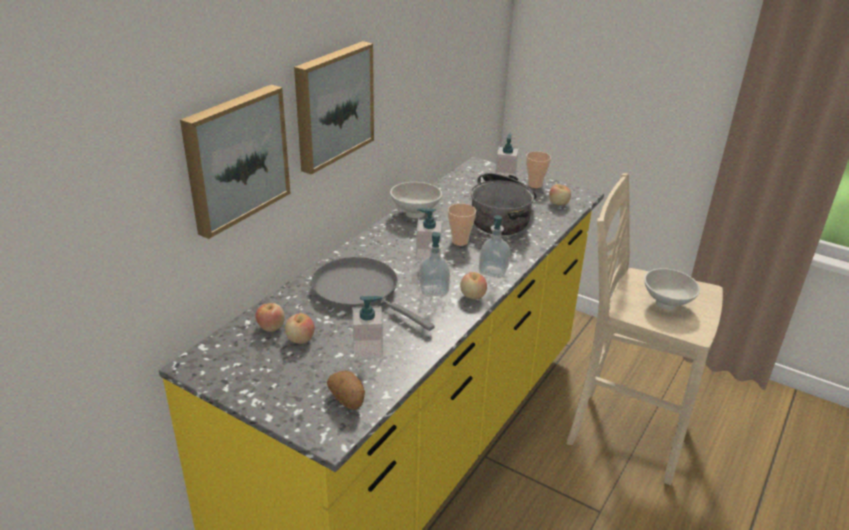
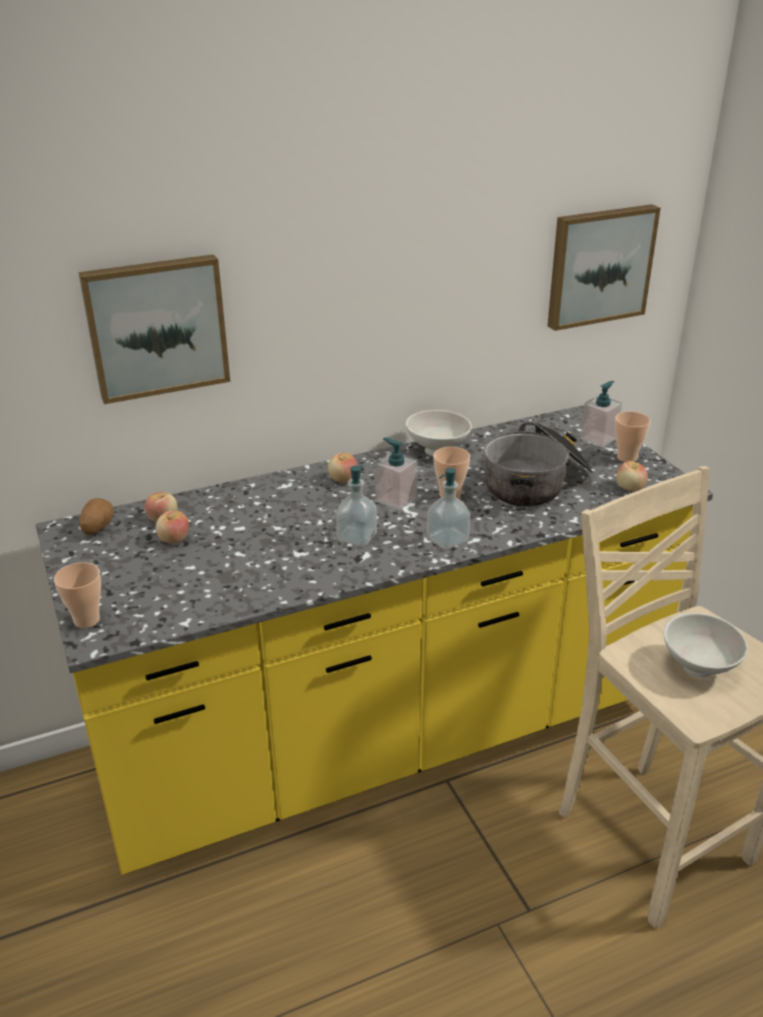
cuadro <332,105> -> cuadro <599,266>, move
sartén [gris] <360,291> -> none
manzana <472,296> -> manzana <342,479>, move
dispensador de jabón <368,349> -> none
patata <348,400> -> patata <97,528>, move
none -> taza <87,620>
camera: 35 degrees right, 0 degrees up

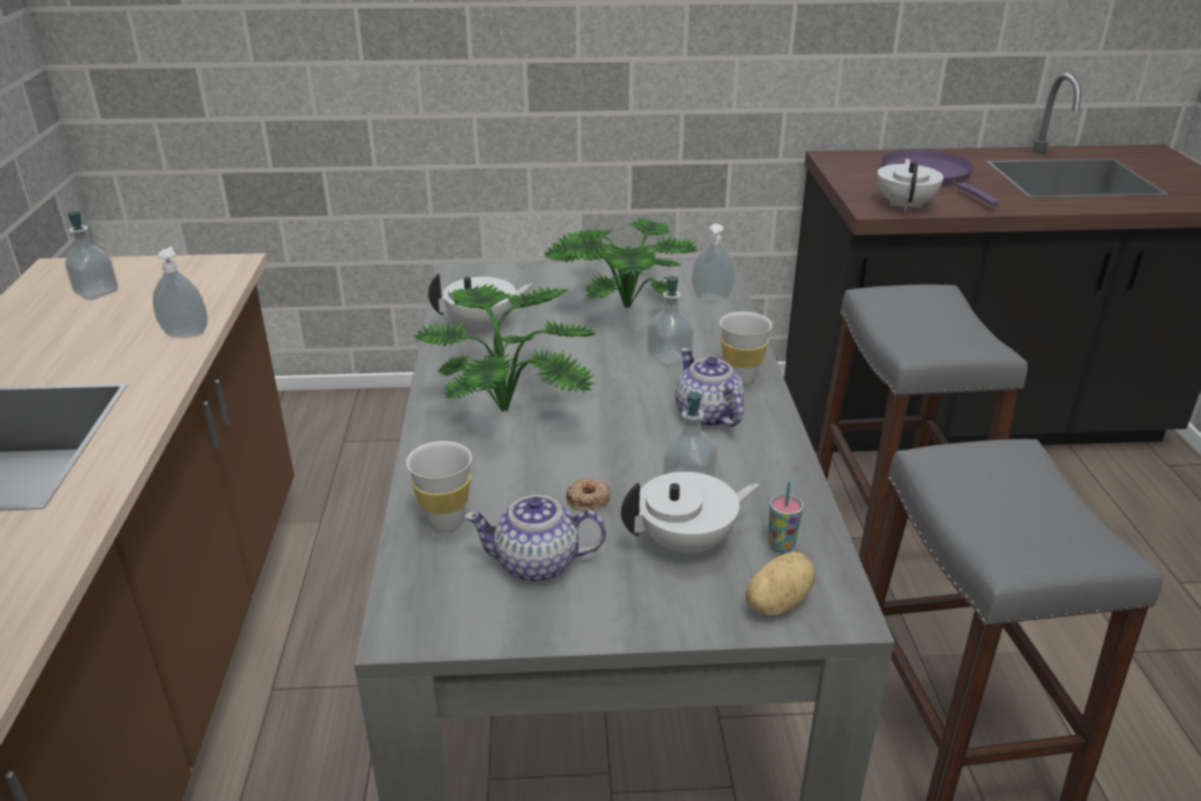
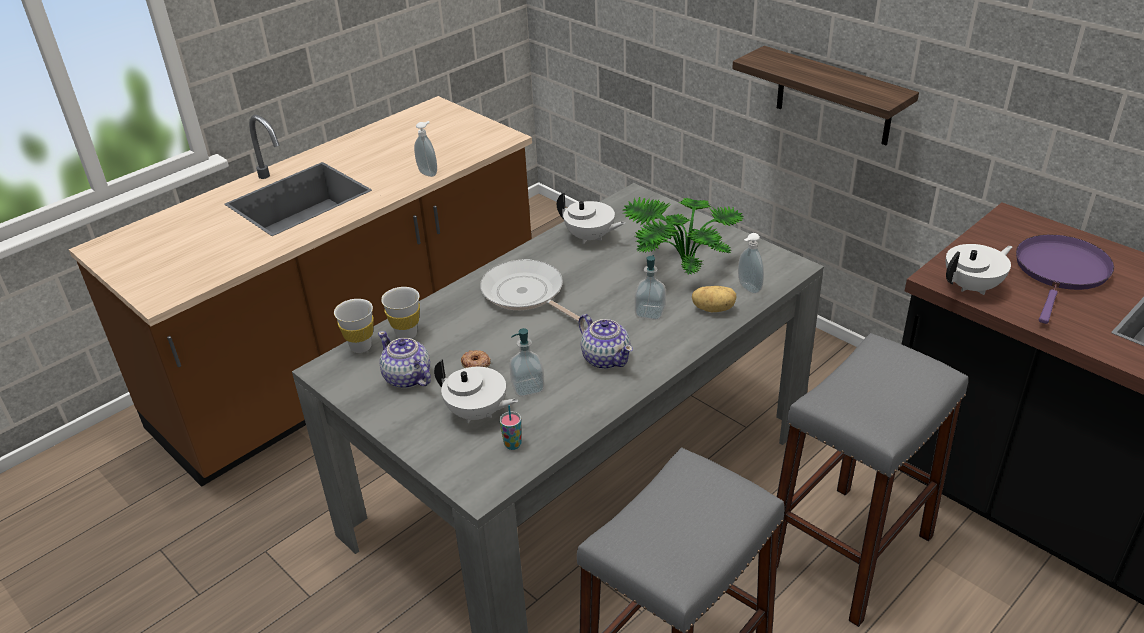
dispensador de jabón <97,292> -> none
planta en maceta <513,406> -> sartén <525,294>
taza [blanco] <741,378> -> taza [blanco] <361,347>, move
tetera <707,416> -> tetera <605,358>, 120 degrees clockwise
patata <775,602> -> patata <713,309>, move
none -> estante <834,96>
camera: 50 degrees right, 5 degrees up

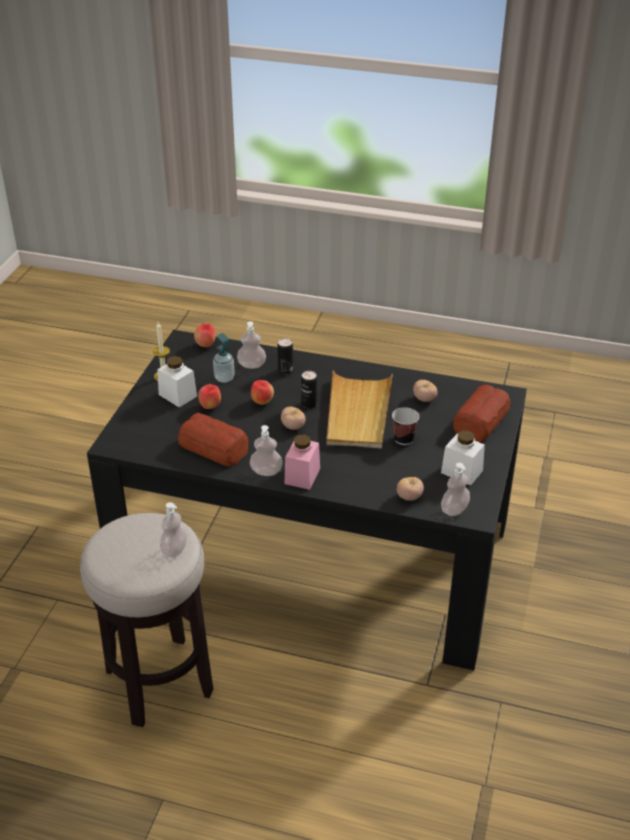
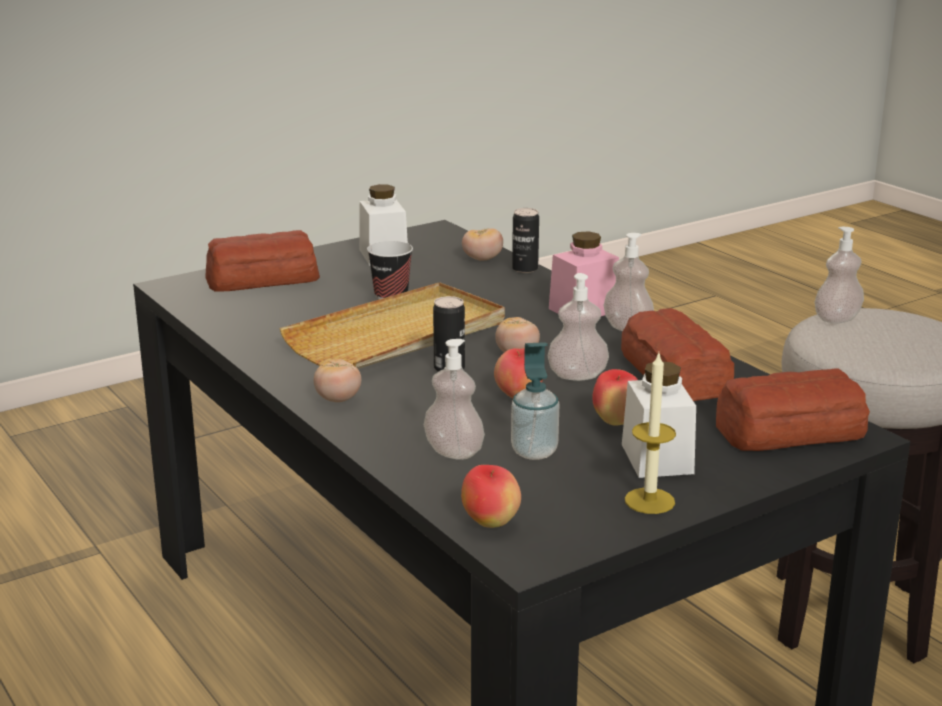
lata <285,371> -> lata <525,269>, move
tomate <424,399> -> tomate <338,399>, move
dispensador de jabón <454,510> -> dispensador de jabón <577,376>, move
none -> pan <787,430>
camera: 140 degrees left, 15 degrees down

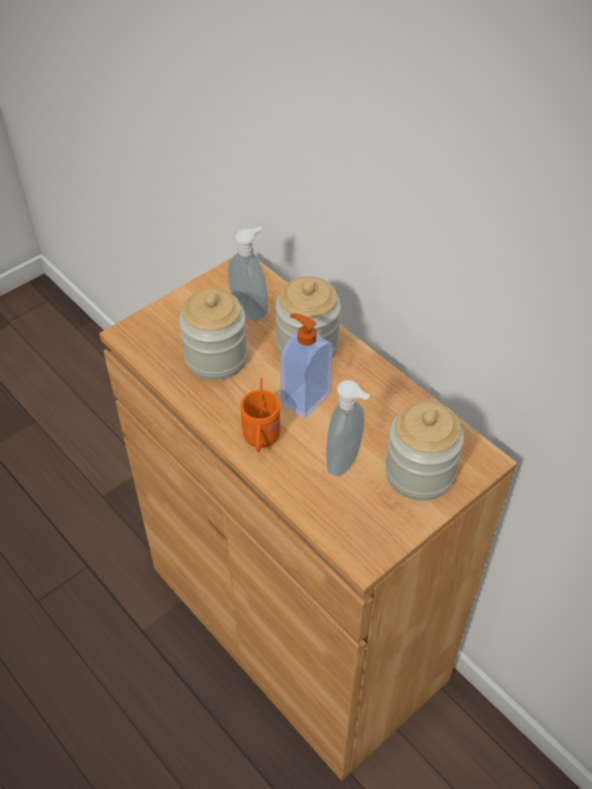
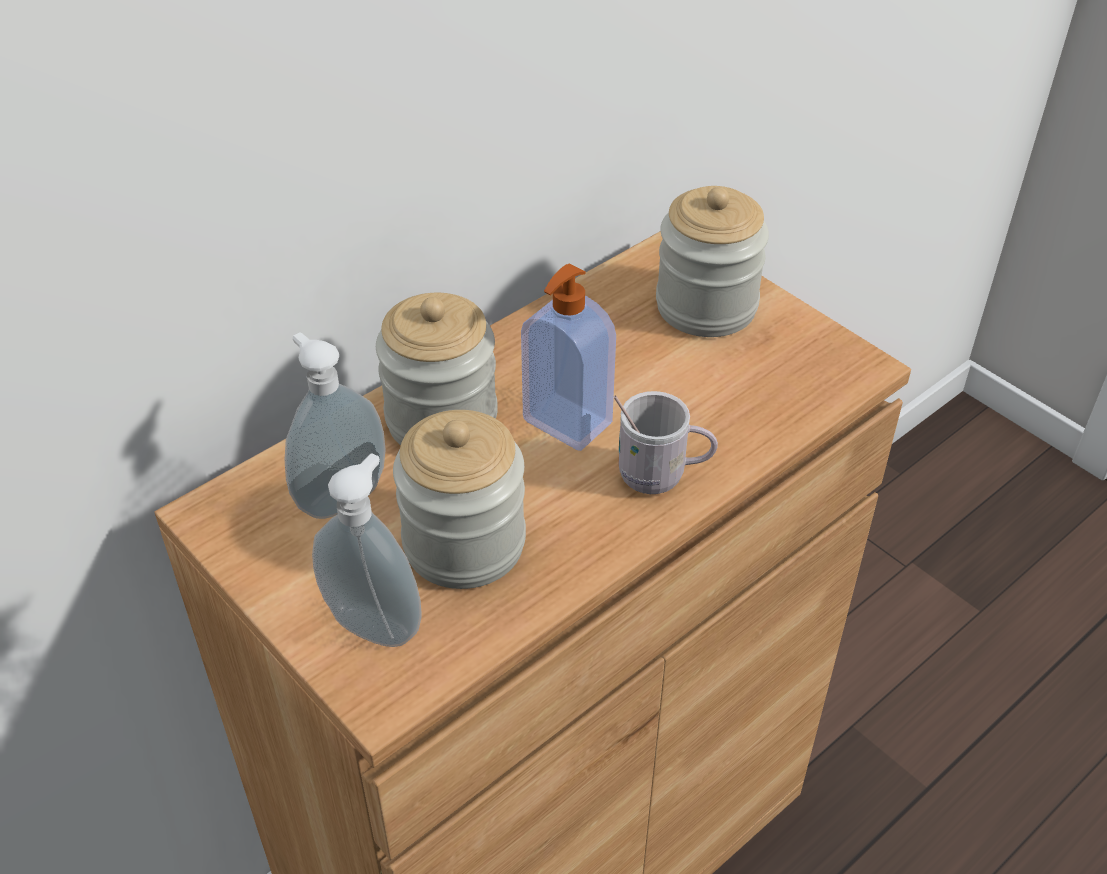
taza grande [naranja] <261,441> -> taza grande [blanco] <661,476>
dispensador de jabón <346,462> -> dispensador de jabón <376,622>, move
camera: 90 degrees left, 5 degrees down

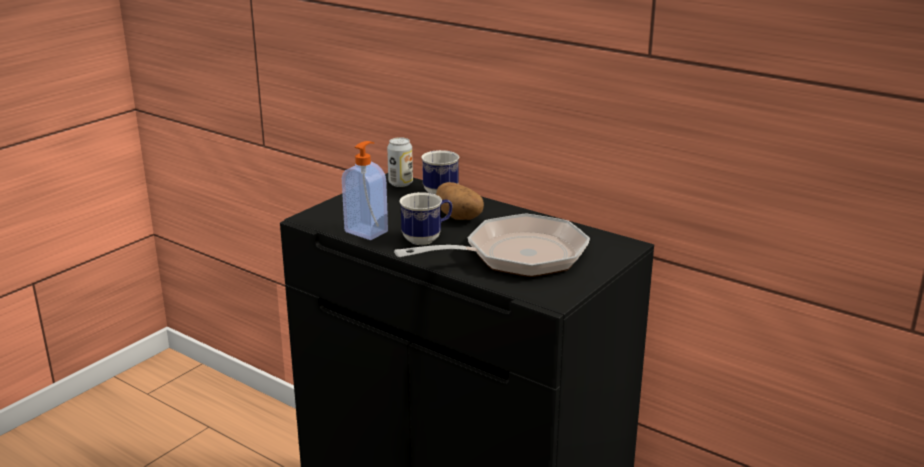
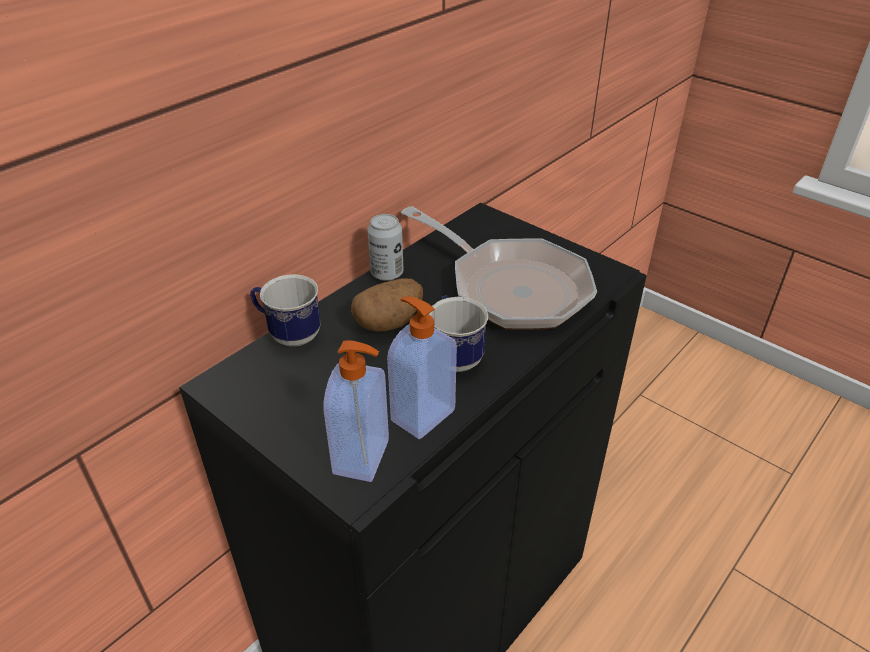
lata <400,183> -> lata <387,273>, move
sartén <516,257> -> sartén <510,287>, 150 degrees clockwise
none -> dispensador de jabón <363,457>
camera: 85 degrees left, 15 degrees up

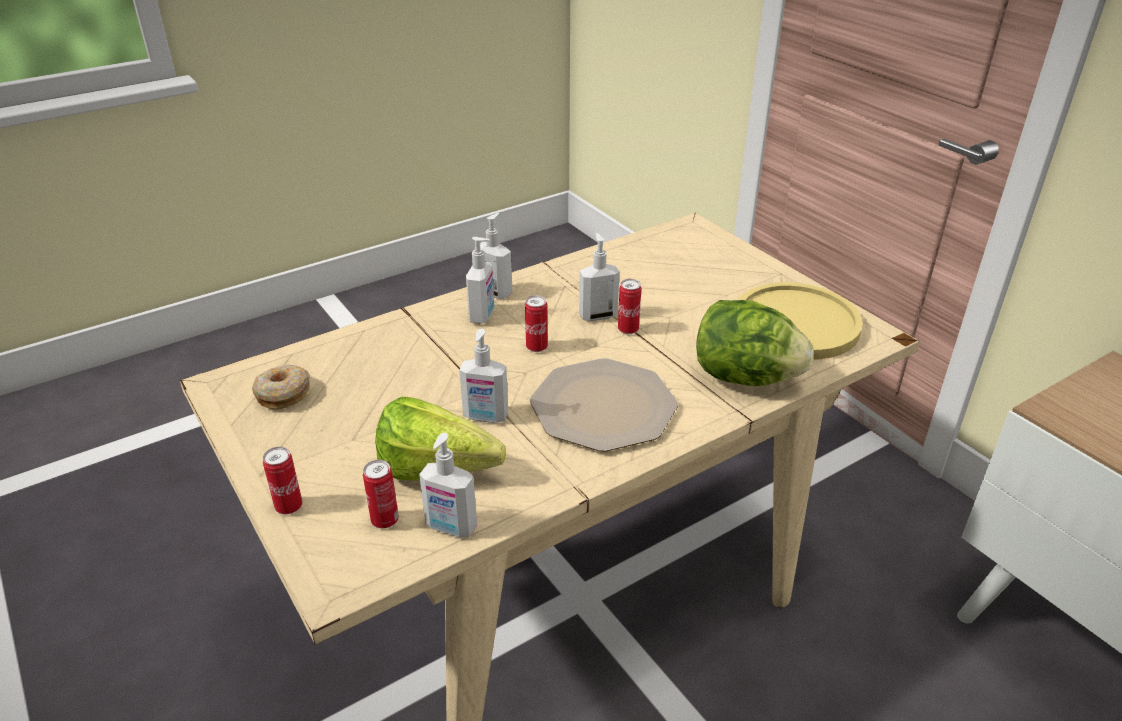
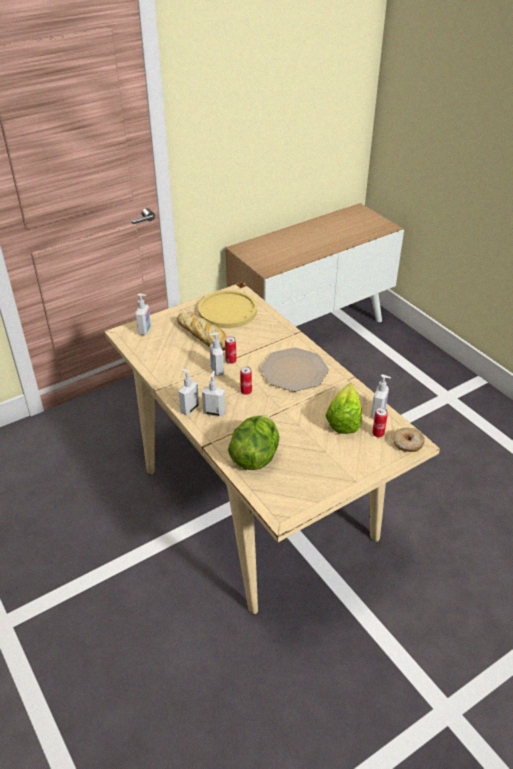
lechuga <744,377> -> lechuga <255,457>, move
dispensador de jabón <485,417> -> dispensador de jabón <145,330>, move
rosquilla <283,394> -> rosquilla <407,444>, move
lata <289,506> -> none
none -> pan <203,336>
camera: 90 degrees left, 5 degrees up

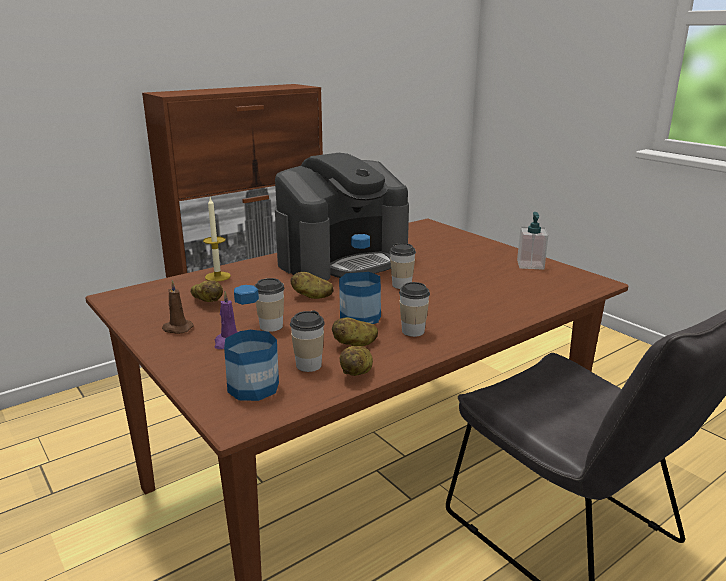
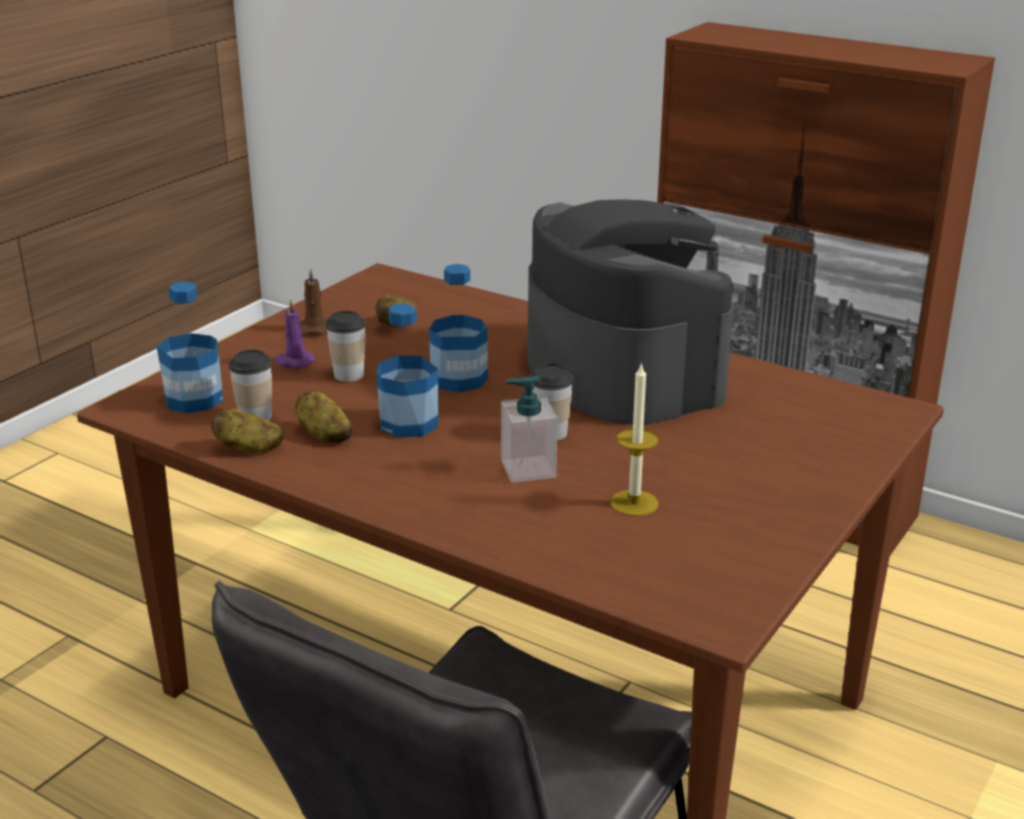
cafetera <342,260> -> cafetera <622,372>, 150 degrees counterclockwise
vela <217,276> -> vela <634,503>, move
dispensador de jabón <530,265> -> dispensador de jabón <528,469>, move
patata <312,296> -> botella <459,379>
taza <413,331> -> none
camera: 70 degrees right, 5 degrees up

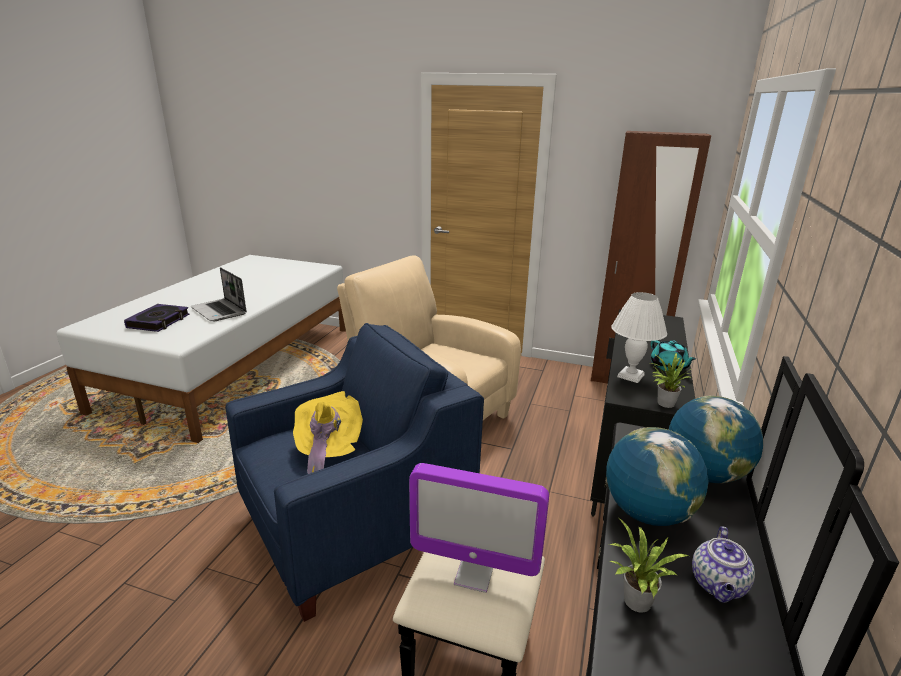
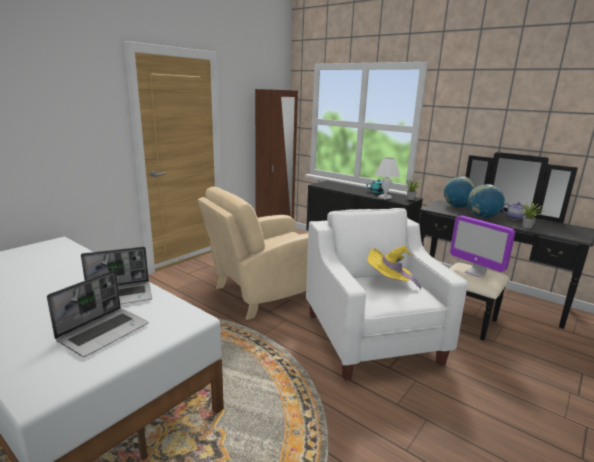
libro <159,321> -> portátil <104,332>
sillón [azul] <356,527> -> sillón [blanco] <371,337>
monitor <474,574> -> monitor <475,272>, 105 degrees clockwise
camera: 70 degrees left, 5 degrees down

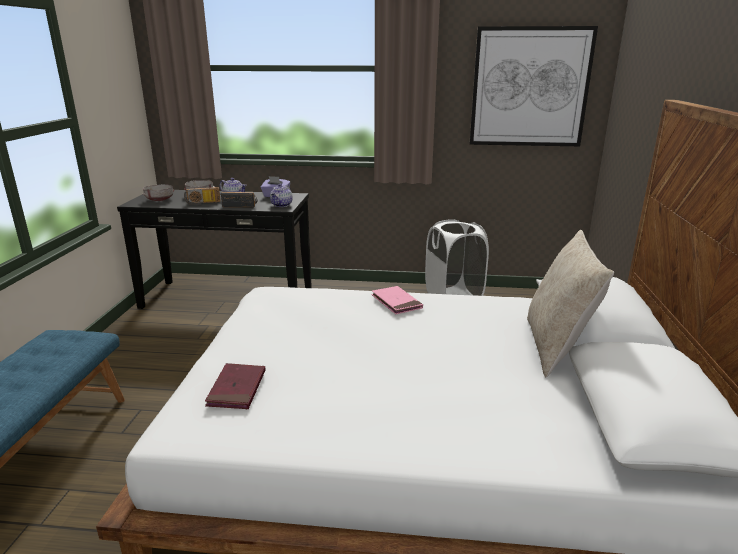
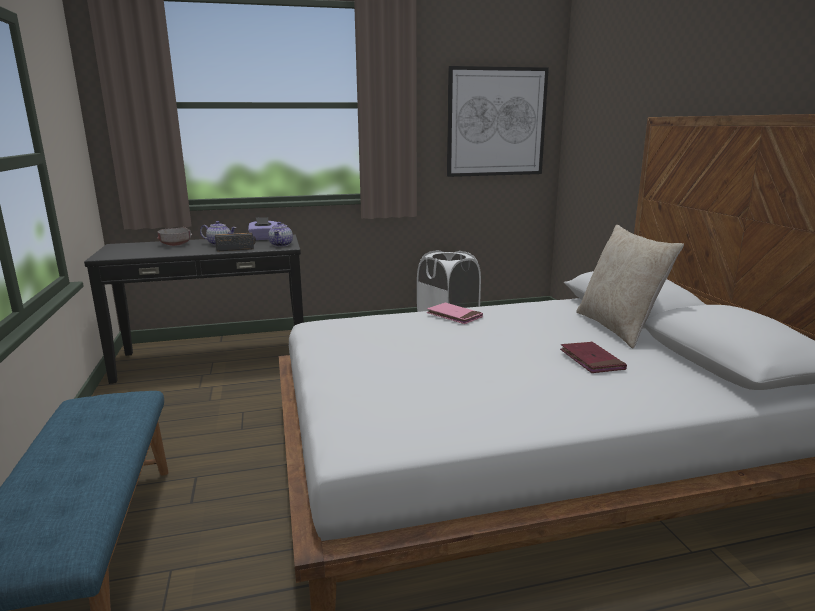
cuenco [gris] <160,199> -> none
radio <203,203> -> none
libro [rojo] <237,389> -> libro [rojo] <591,360>, move
camera: 20 degrees left, 5 degrees down

